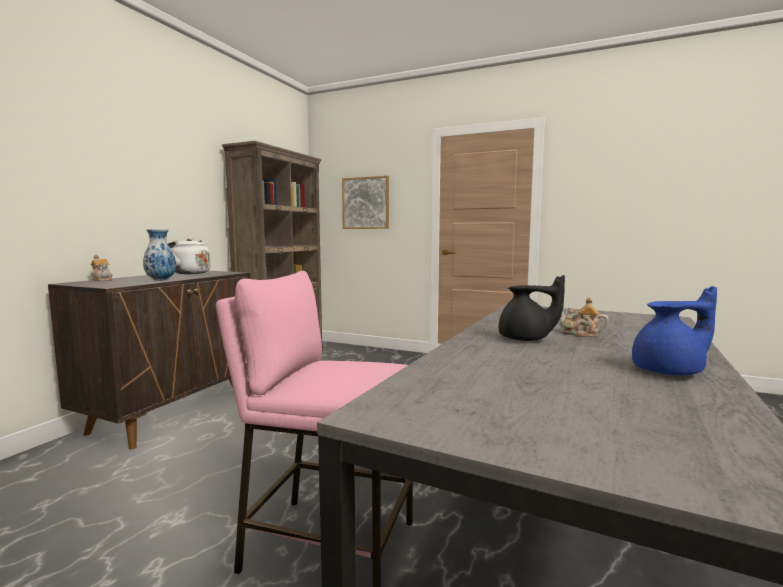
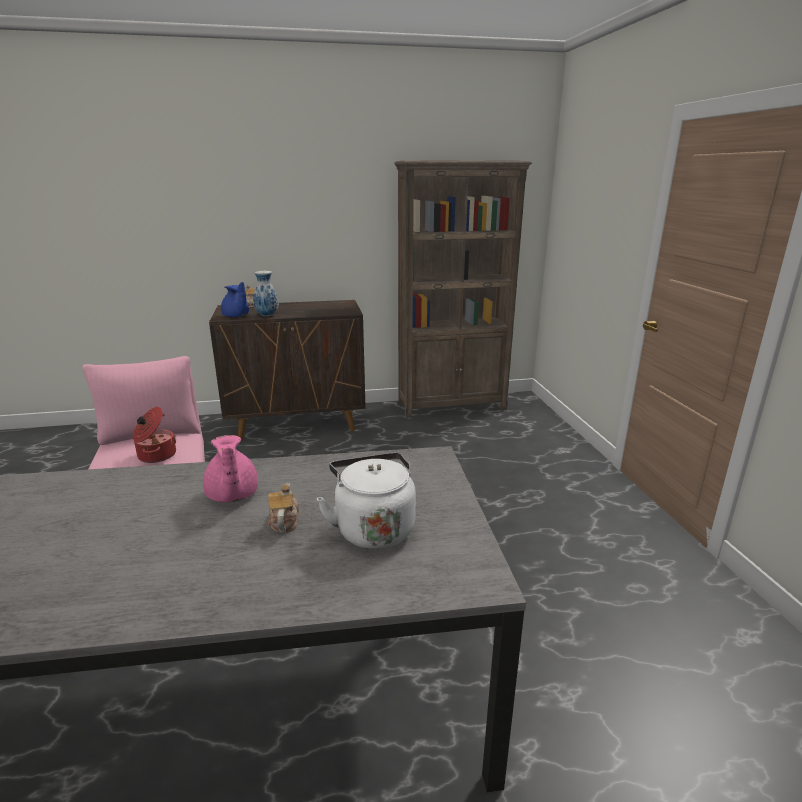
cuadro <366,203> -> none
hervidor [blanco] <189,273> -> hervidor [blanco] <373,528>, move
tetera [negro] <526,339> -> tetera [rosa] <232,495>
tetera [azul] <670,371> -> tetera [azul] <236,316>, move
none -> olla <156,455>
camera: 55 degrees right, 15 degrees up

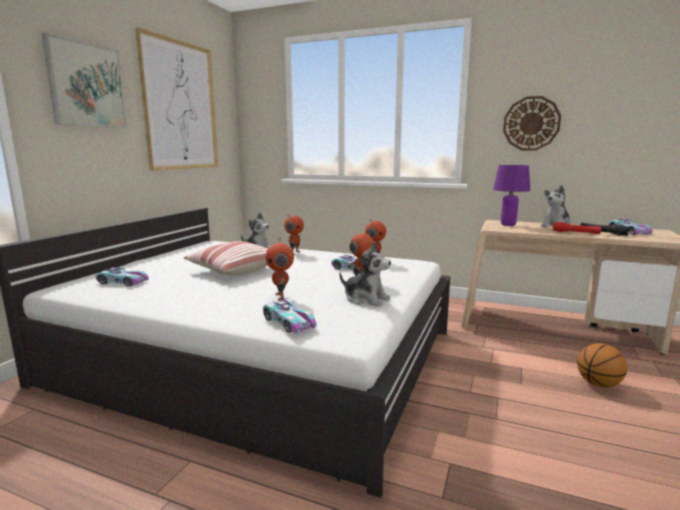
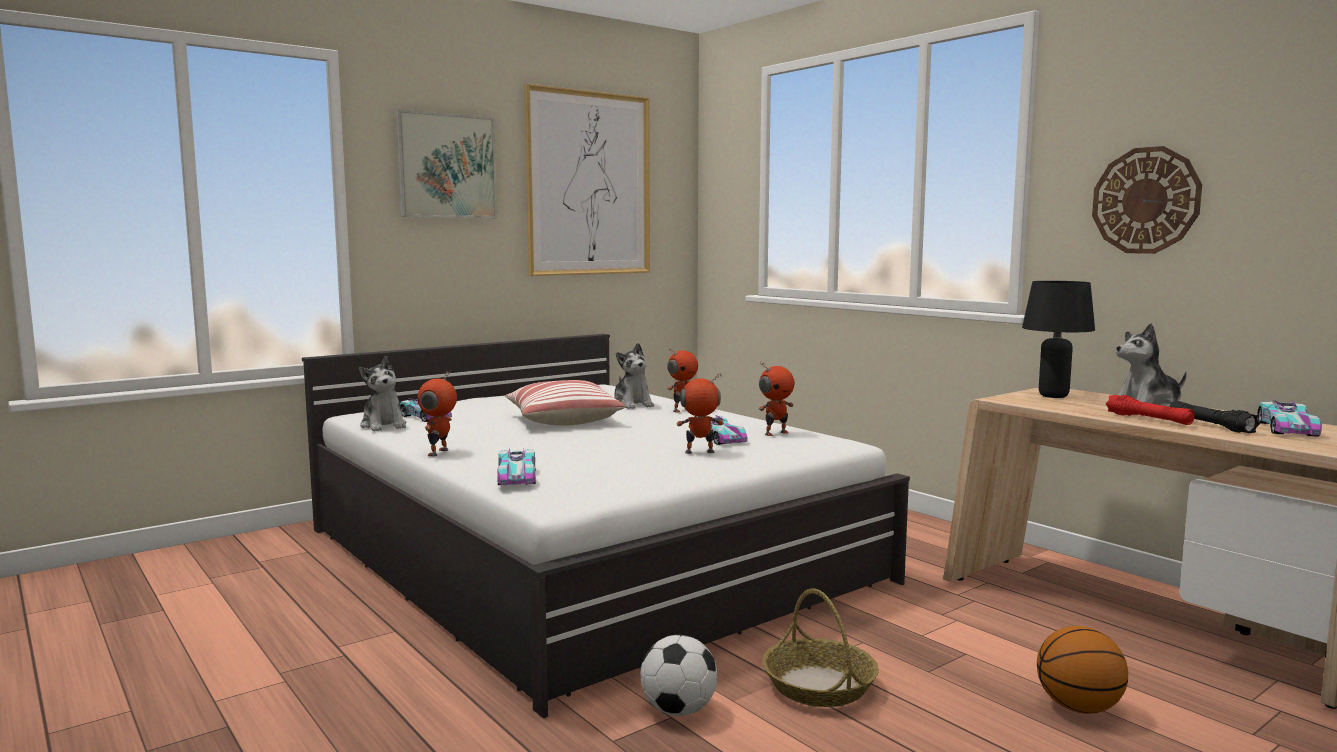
lámpara de mesa [morado] <508,225> -> lámpara de mesa [negro] <1052,396>
robot de juguete <281,296> -> robot de juguete <439,453>, move
peluche <366,299> -> peluche <384,425>, move
none -> cesta <818,685>
none -> balón de fútbol <678,710>
camera: 30 degrees right, 5 degrees down

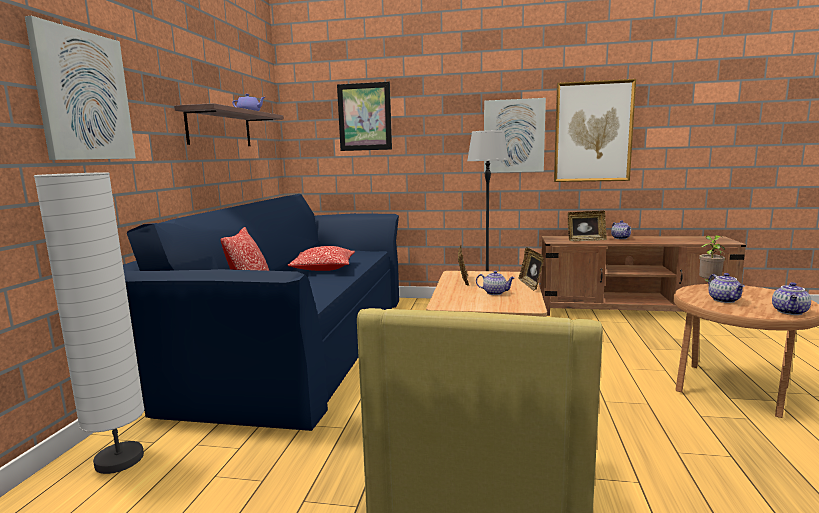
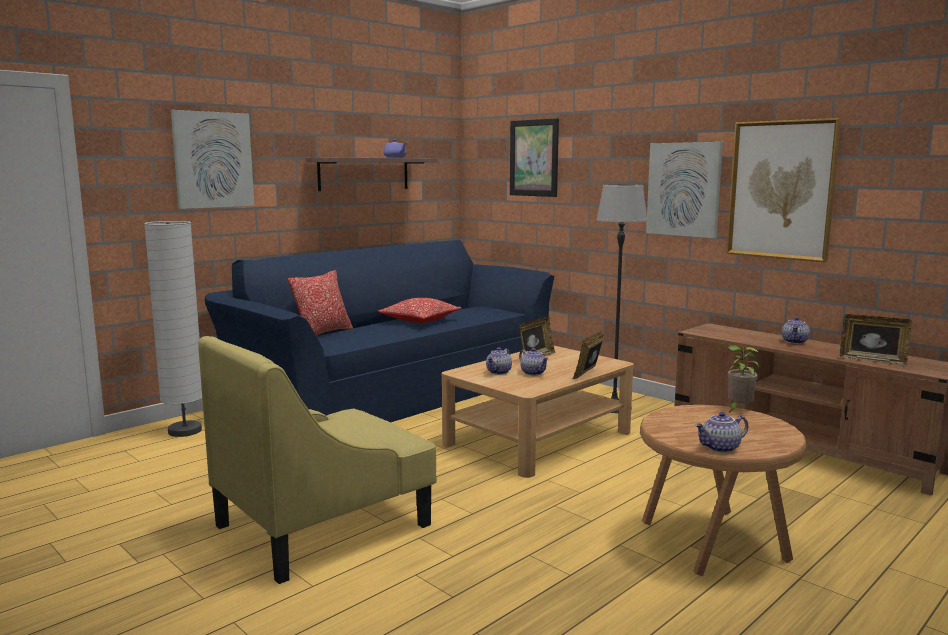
portarretratos <586,240> -> portarretratos <872,360>, move
tetera <725,300> -> tetera <499,372>, move
camera: 35 degrees right, 0 degrees up

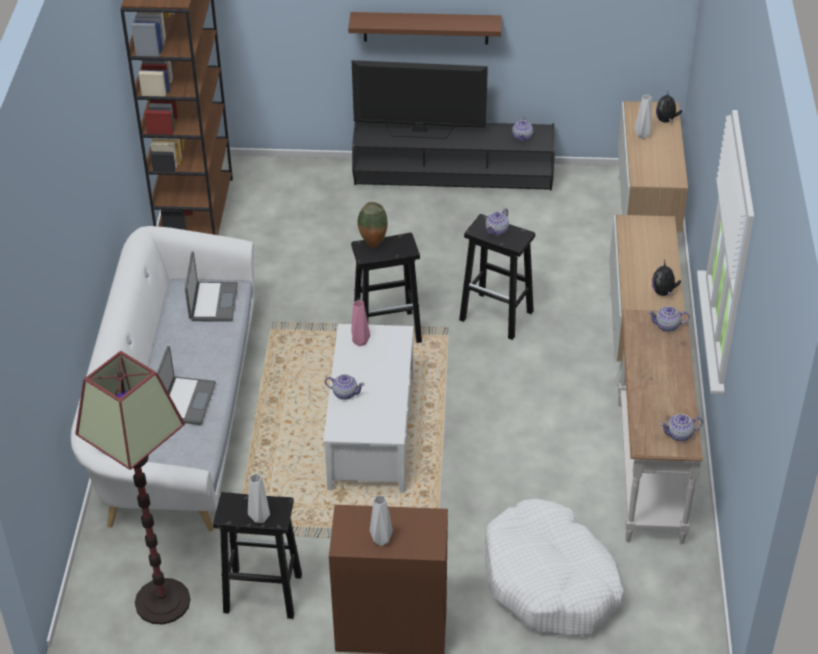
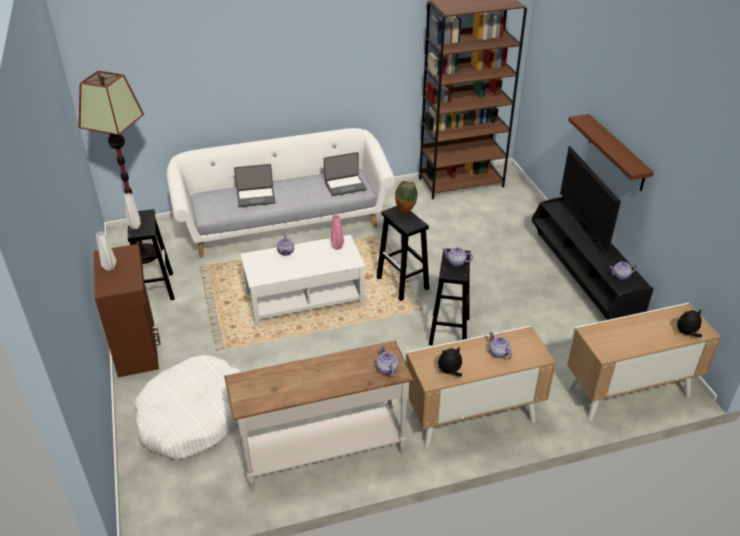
florero [blanco] <643,136> -> none
tetera <680,434> -> tetera <498,353>, move
camera: 70 degrees right, 5 degrees down

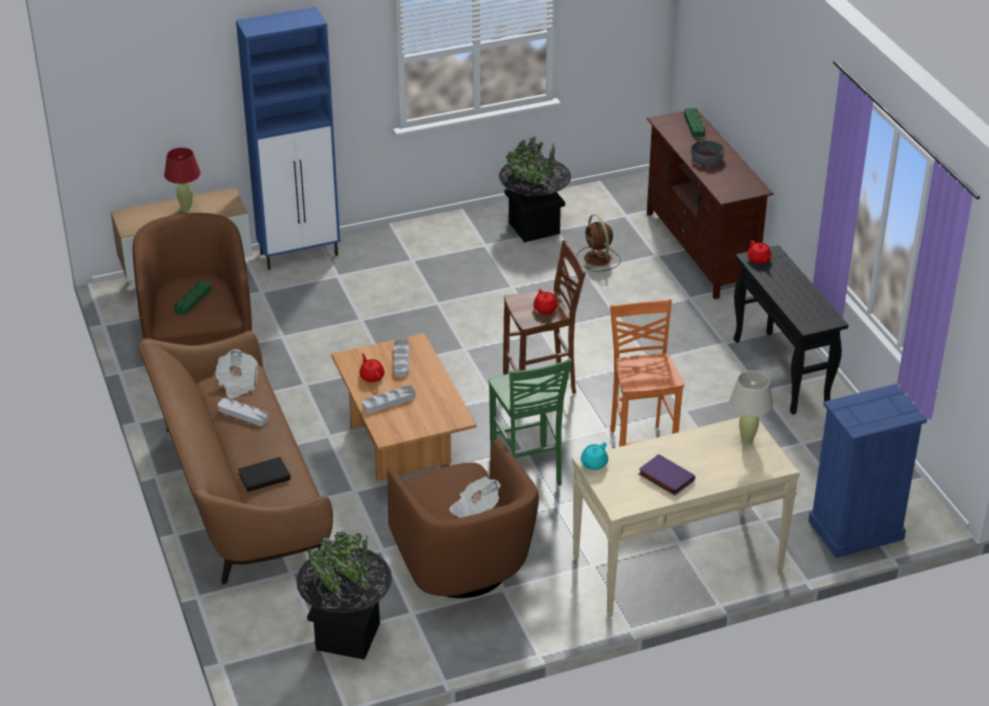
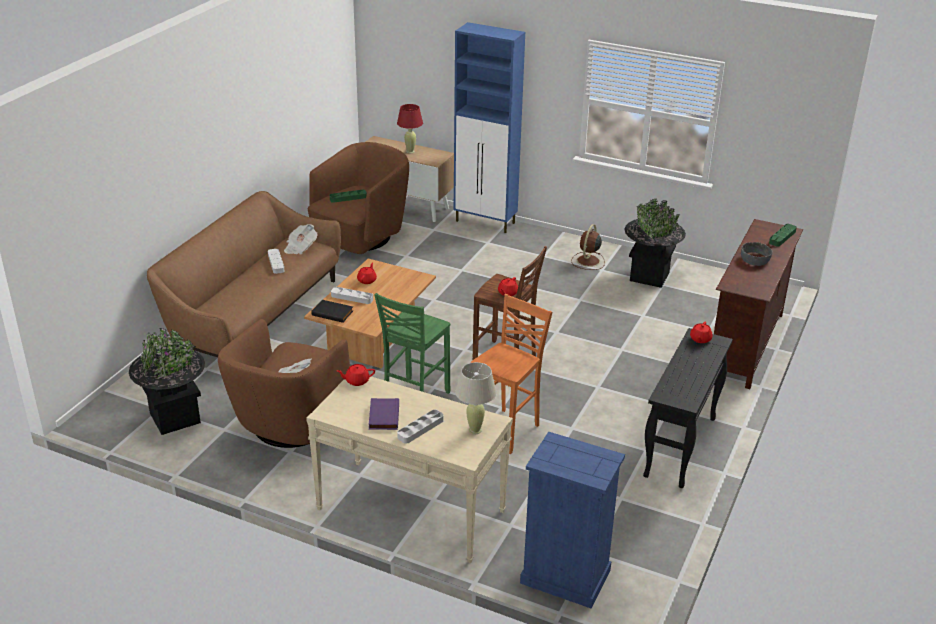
ventilador [marrón] <598,259> -> ventilador [marrón] <588,261>, move
bandeja [gris] <401,360> -> bandeja [gris] <420,429>, move
tetera [turquesa] <593,464> -> tetera [rojo] <356,381>
libro [negro] <264,476> -> libro [negro] <333,313>, move
camera: 45 degrees right, 5 degrees down

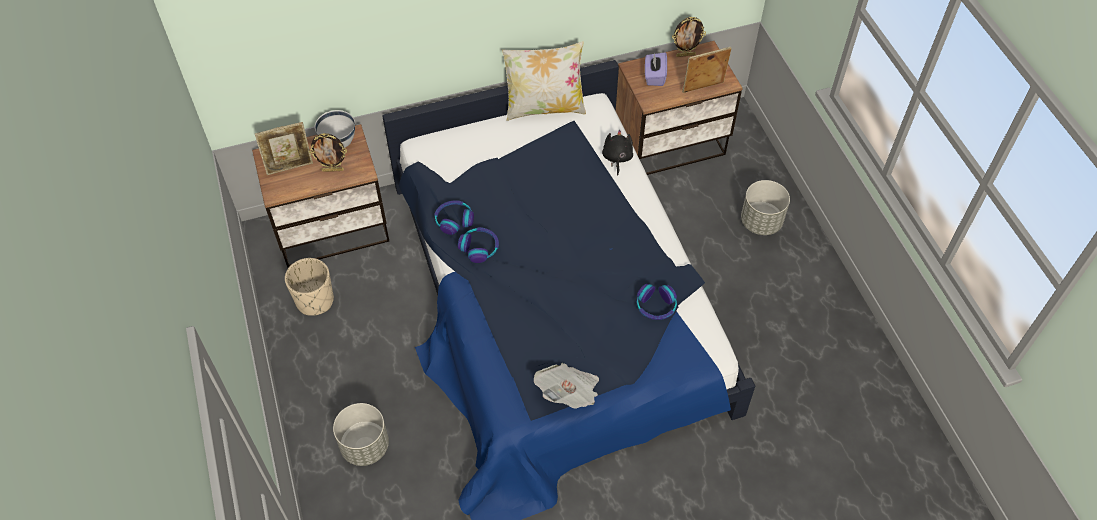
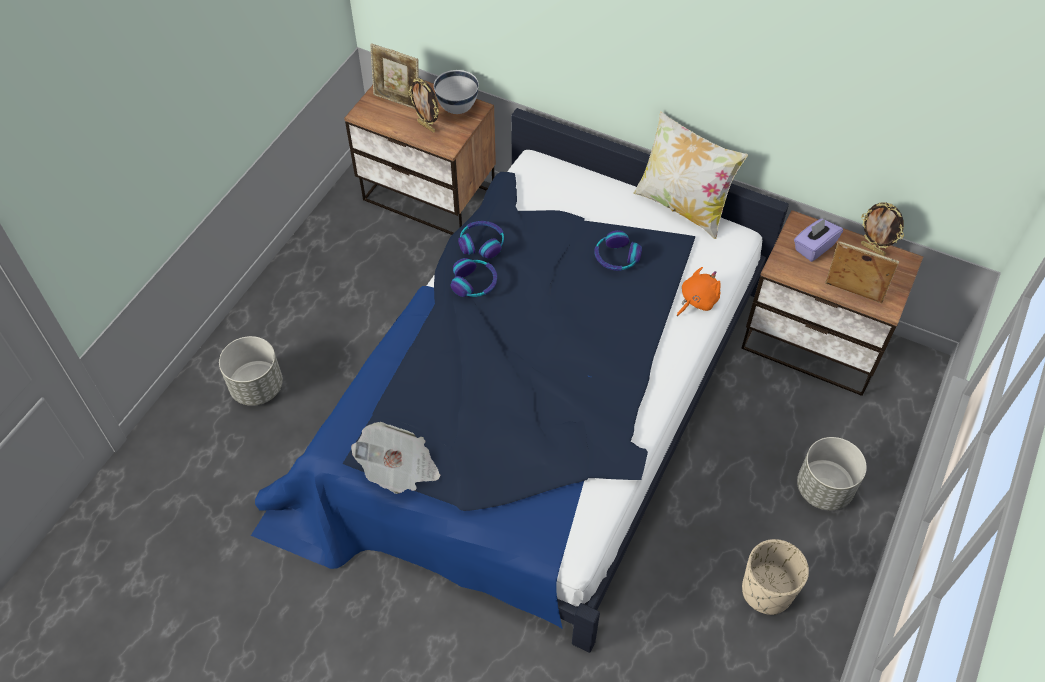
peluche [negro] <617,158> -> peluche [naranja] <697,301>
maceta [beis] <315,300> -> maceta [beis] <767,591>, move
auriculares <656,306> -> auriculares <616,257>, move
camera: 45 degrees right, 0 degrees up

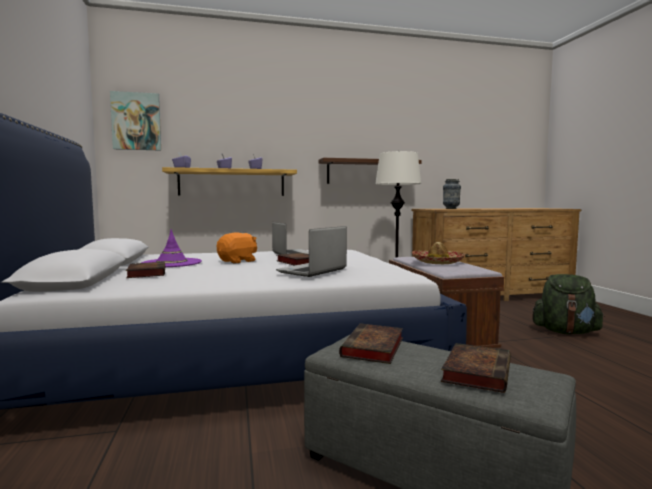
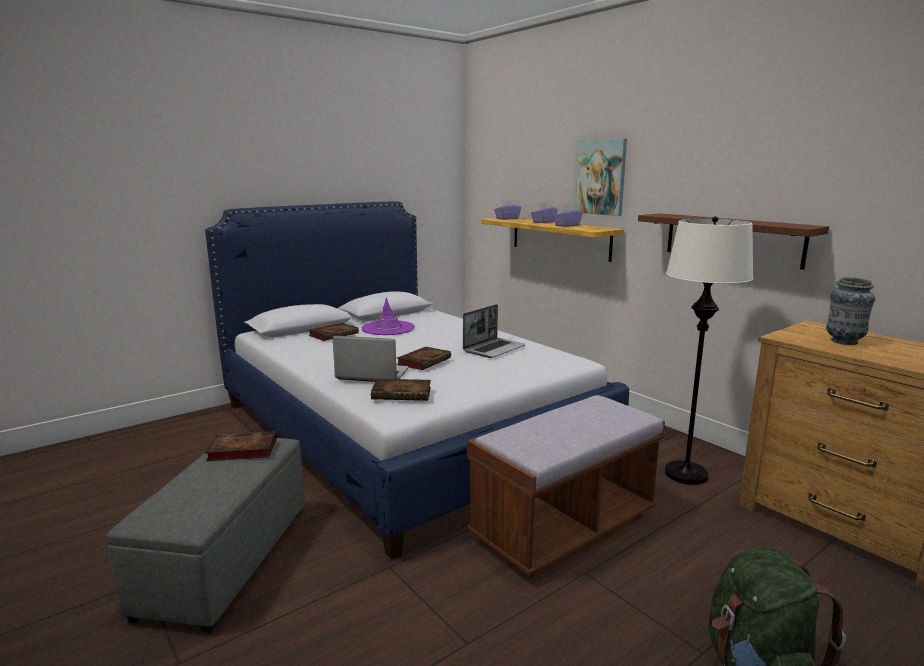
cuadro <136,121> -> cuadro <600,177>, move
peluche [naranja] <238,261> -> none
sombrero <437,262> -> none
libro <476,371> -> libro <403,393>, move
camera: 65 degrees right, 10 degrees up

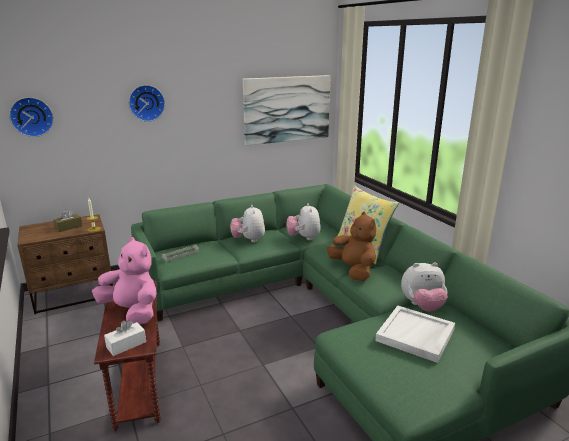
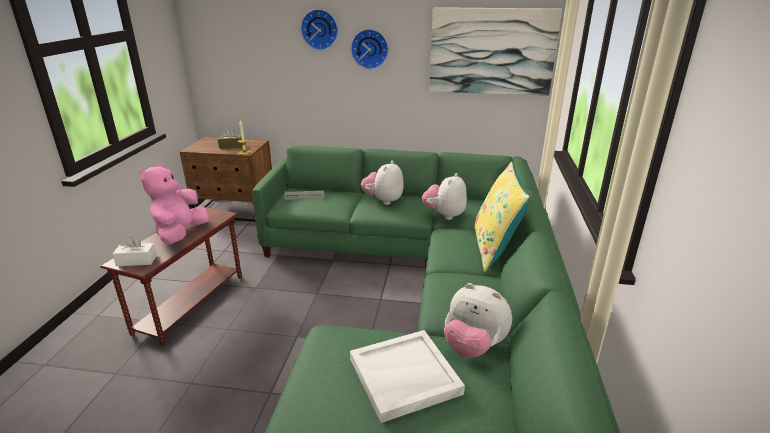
reloj de pared <31,116> -> reloj de pared <370,49>, move
peluche [marrón] <353,270> -> none
peluche [rosa] <132,311> -> peluche [rosa] <181,234>, 150 degrees counterclockwise
camera: 35 degrees right, 5 degrees up

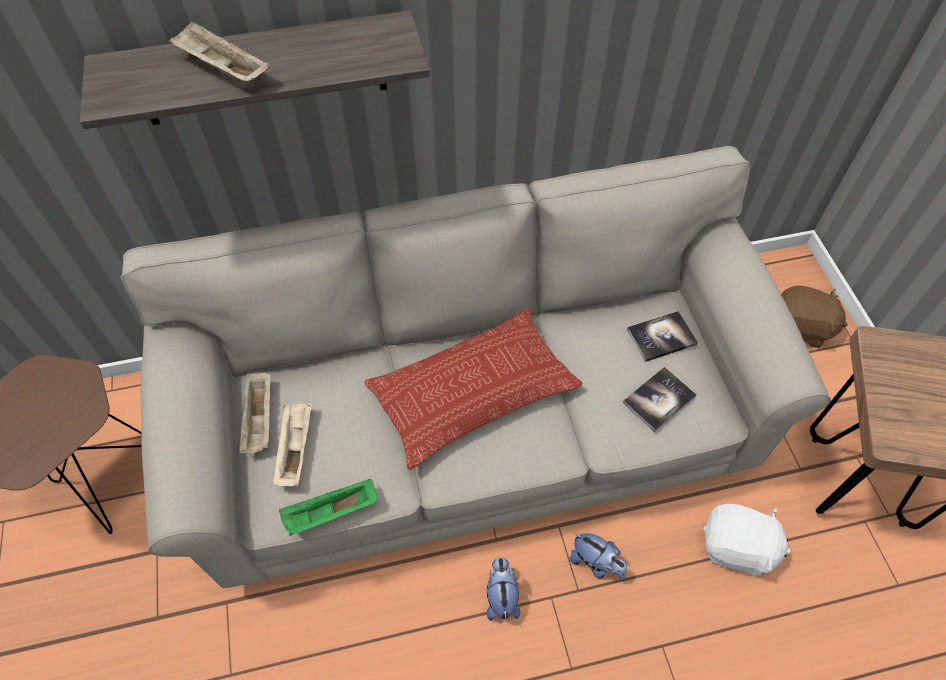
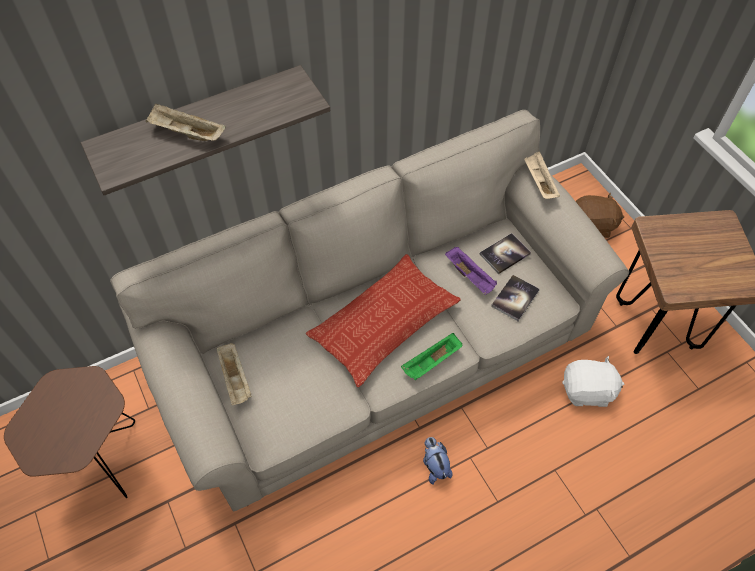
bandeja [beis] <295,449> -> bandeja [beis] <538,182>, move
bandeja [verde] <330,513> -> bandeja [verde] <431,362>, move
peluche <596,563> -> none
none -> bandeja [morado] <470,276>
camera: 15 degrees left, 0 degrees up

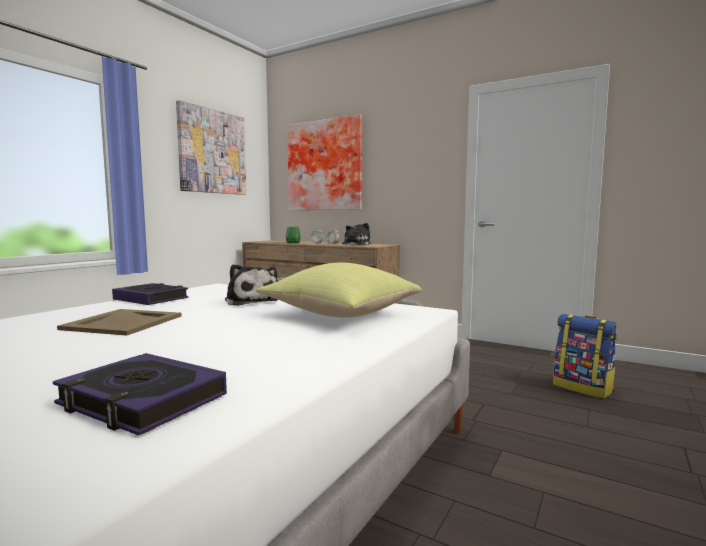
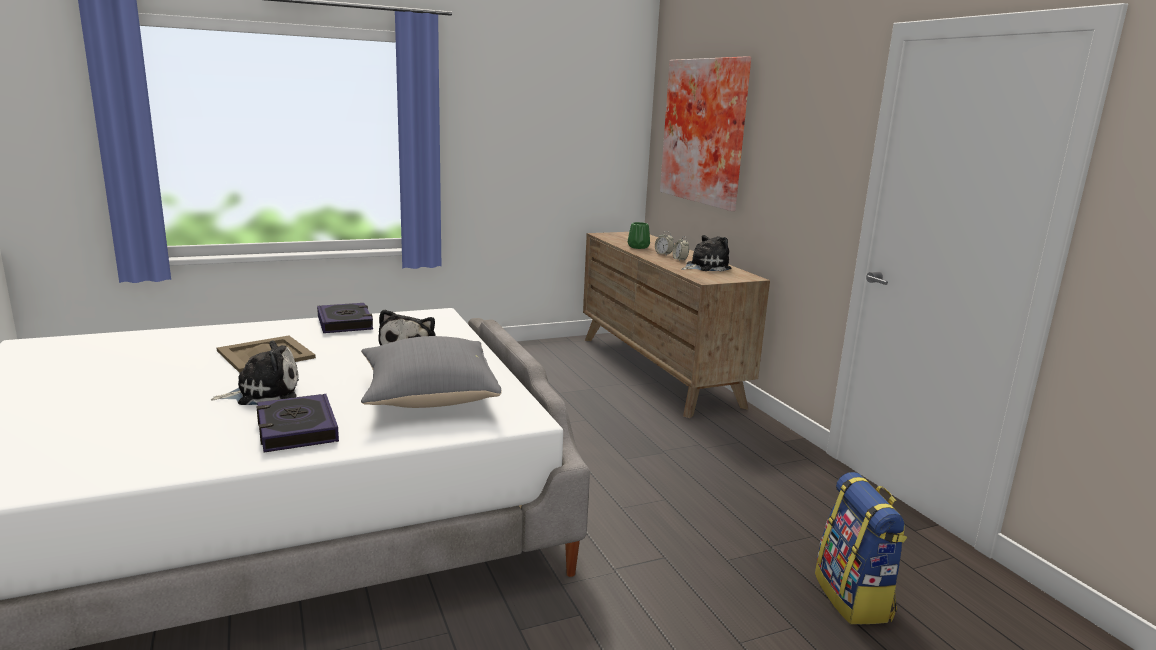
cuadro <212,152> -> none
cojín [amarillo] <338,315> -> cojín [gris] <427,397>
libro <142,400> -> libro <296,429>, move
none -> peluche <264,393>
camera: 35 degrees right, 10 degrees up

